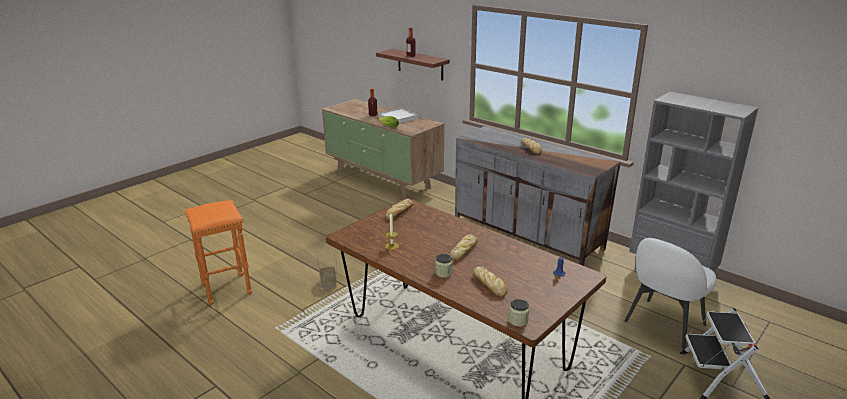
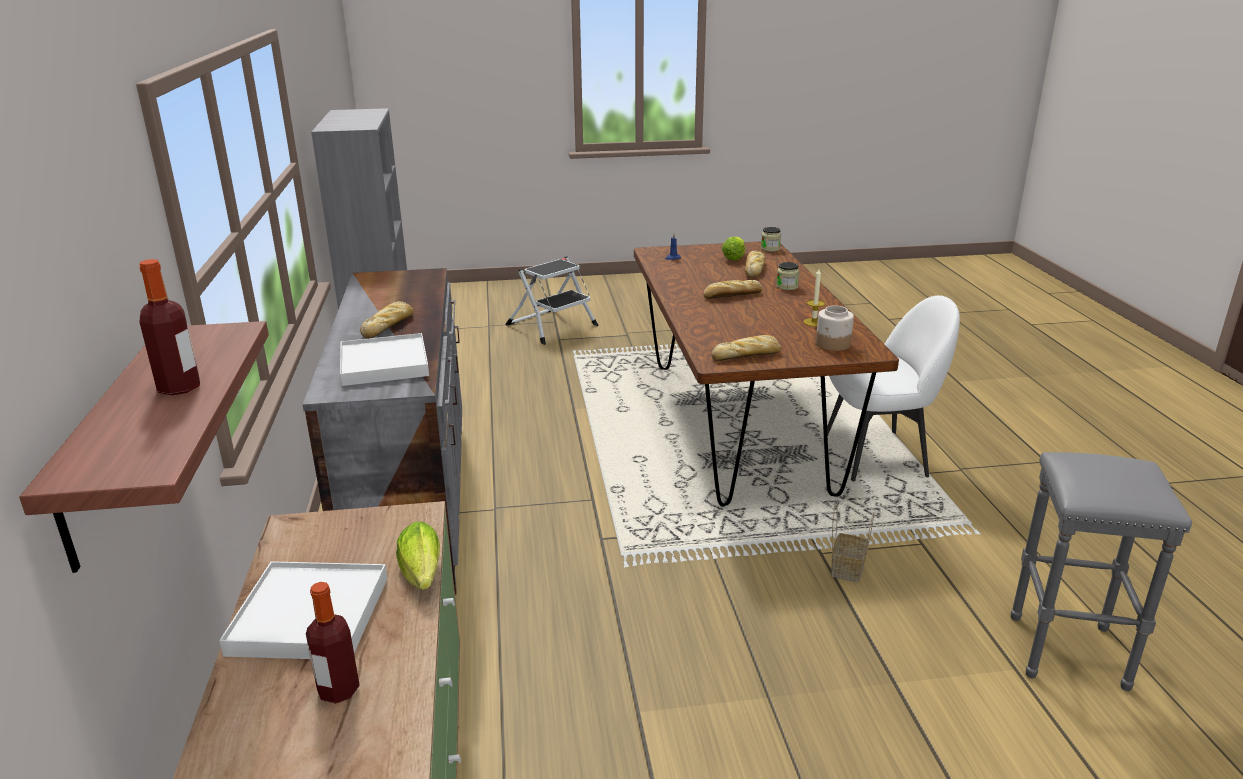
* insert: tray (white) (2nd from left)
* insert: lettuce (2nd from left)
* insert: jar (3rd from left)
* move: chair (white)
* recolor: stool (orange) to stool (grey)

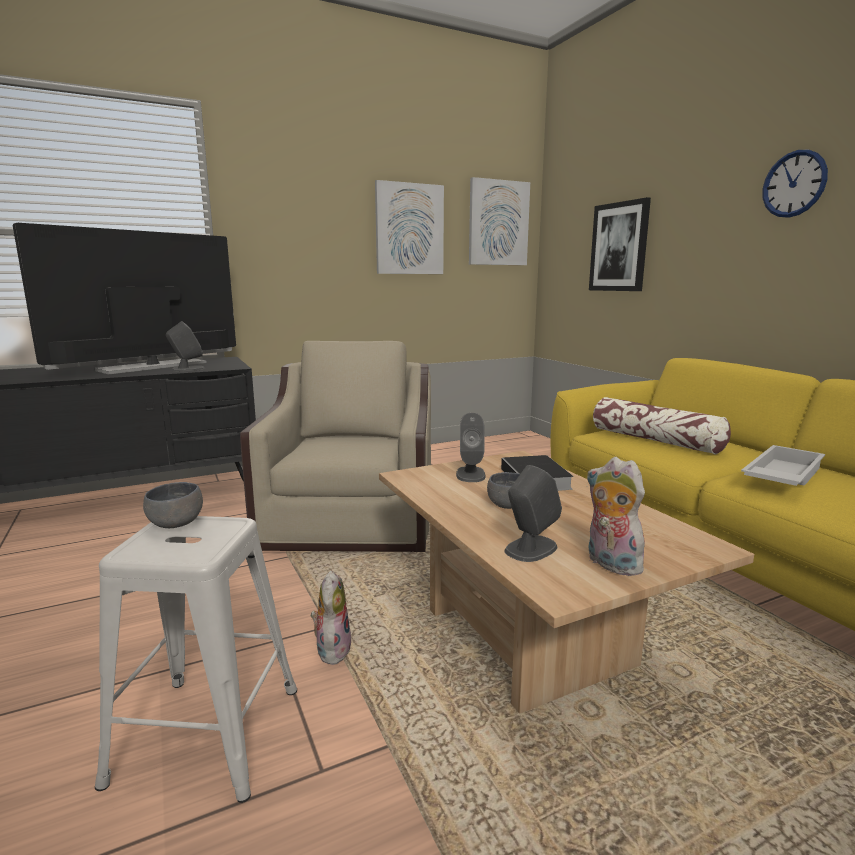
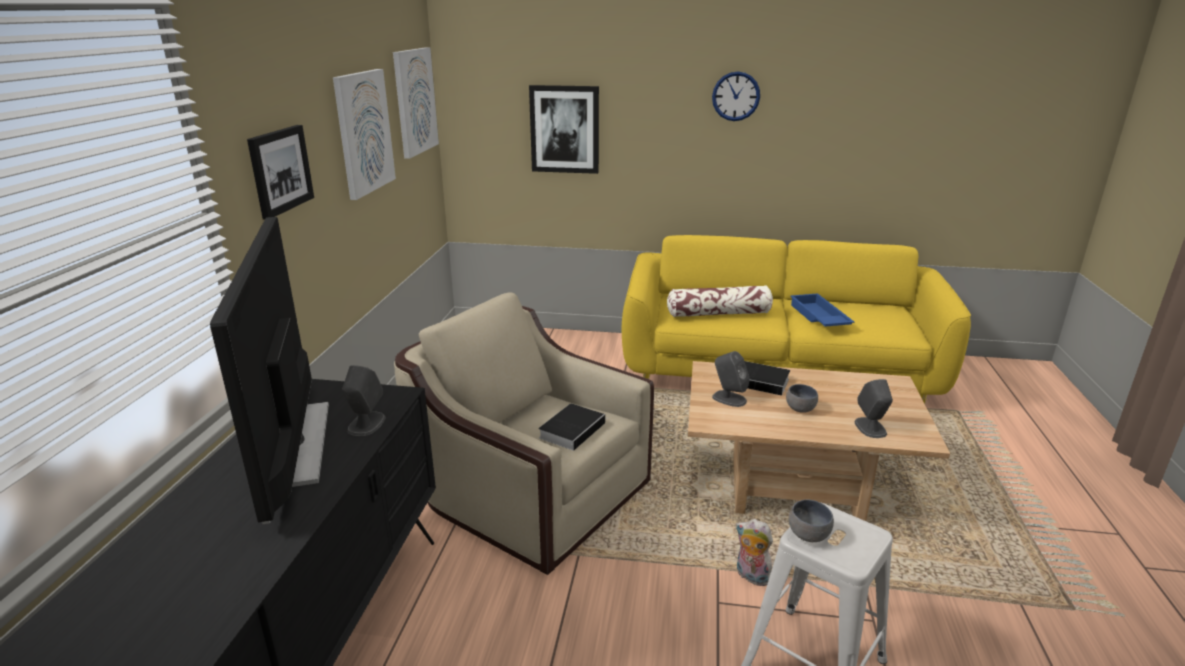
* delete: plush toy (2nd from left)
* insert: picture (1st from left)
* insert: book (1st from left)
* recolor: tray (white) to tray (blue)

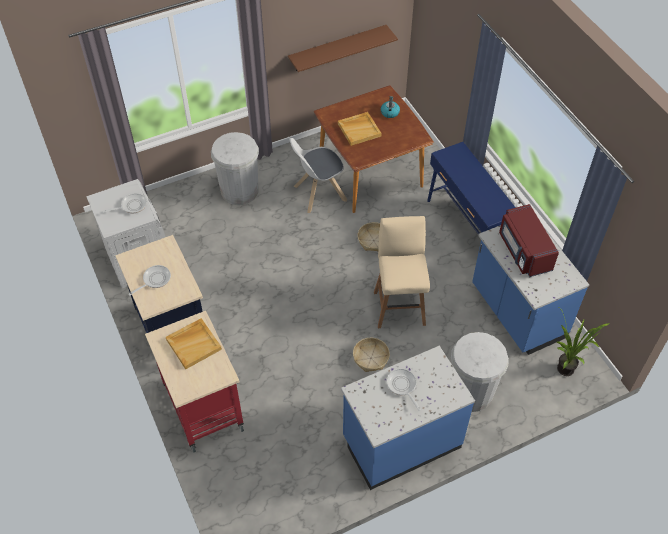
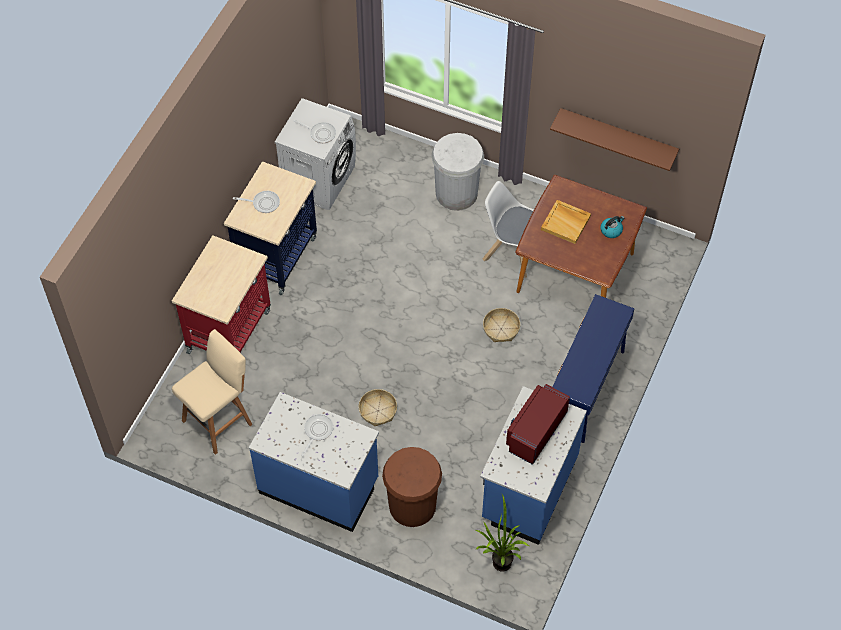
* delete: tray (beige) (1st from left)
* move: stool (beige)
* recolor: trash can (white) (2nd from left) to trash can (brown)

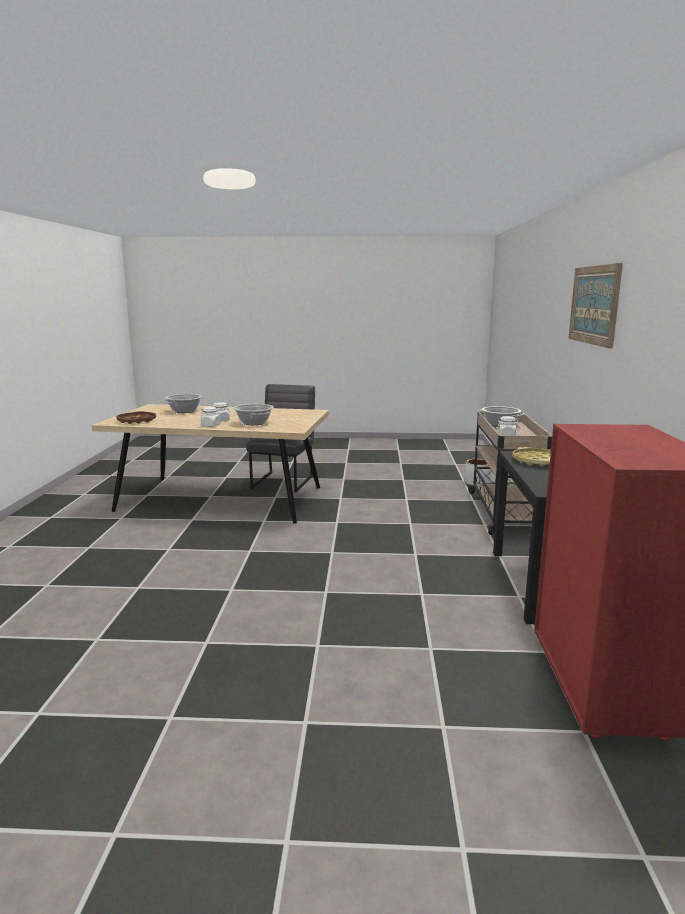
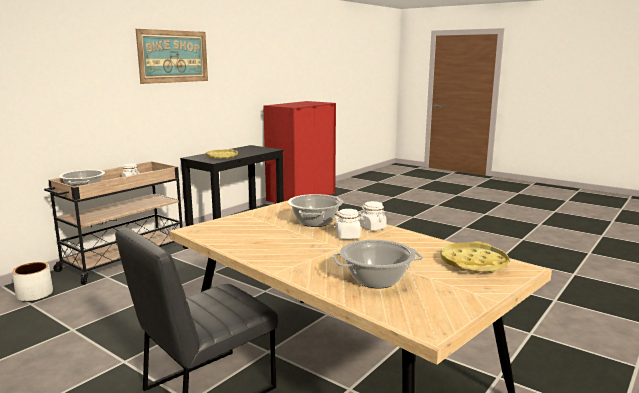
* recolor: tray (brown) to tray (yellow) (2nd from left)

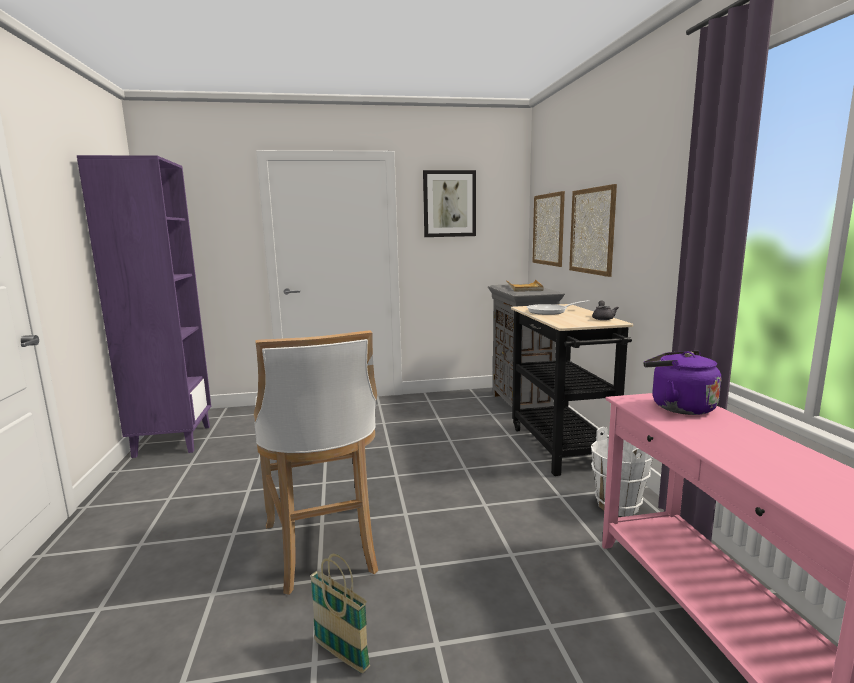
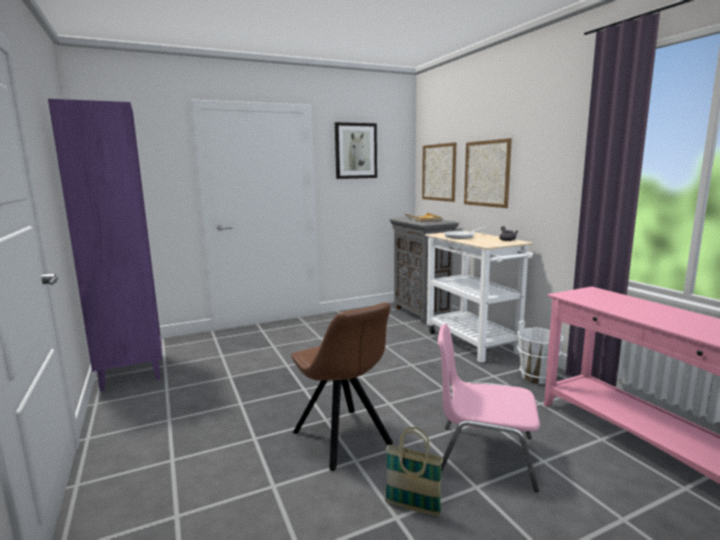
* delete: kettle (purple)
* insert: chair (pink)
* replace: stool (white) to chair (brown)
* recolor: cart (black) to cart (white)

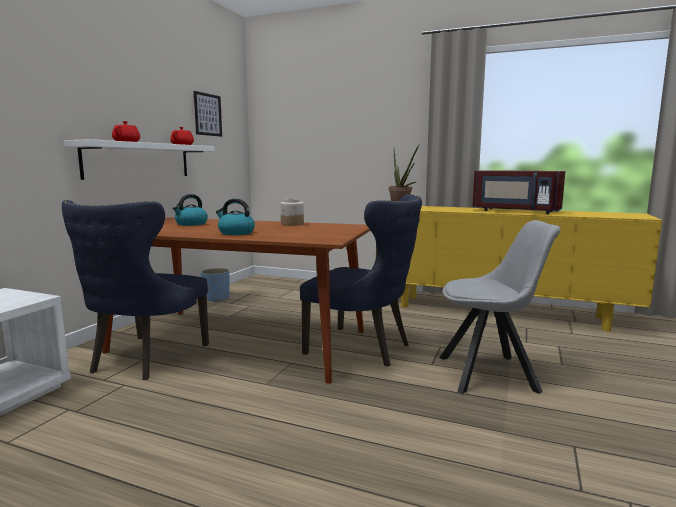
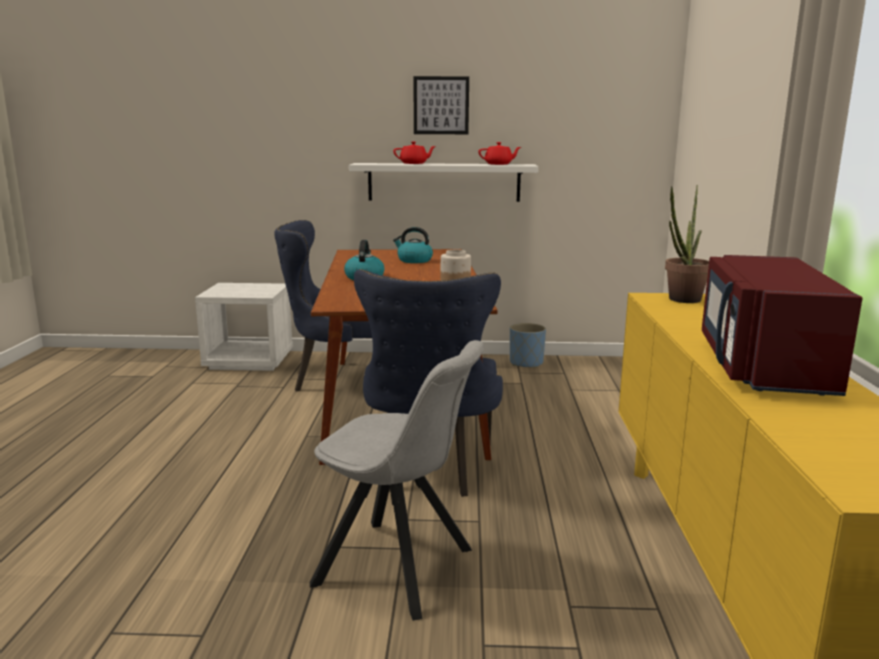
* move: picture
* rotate: chair (grey) 45 degrees counterclockwise

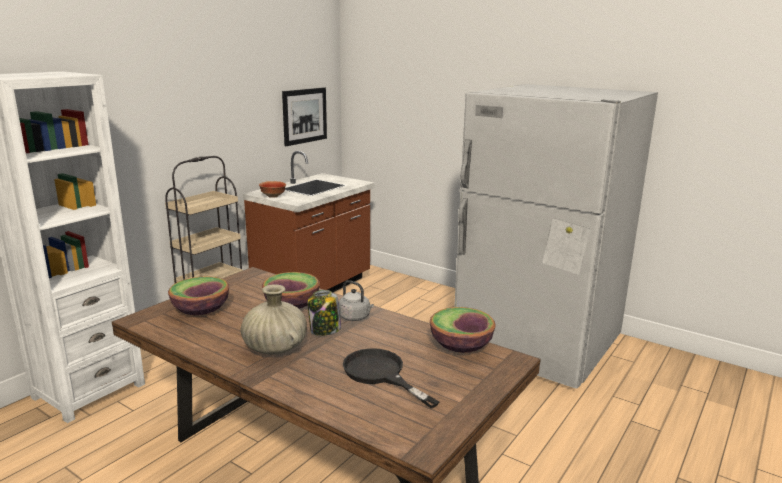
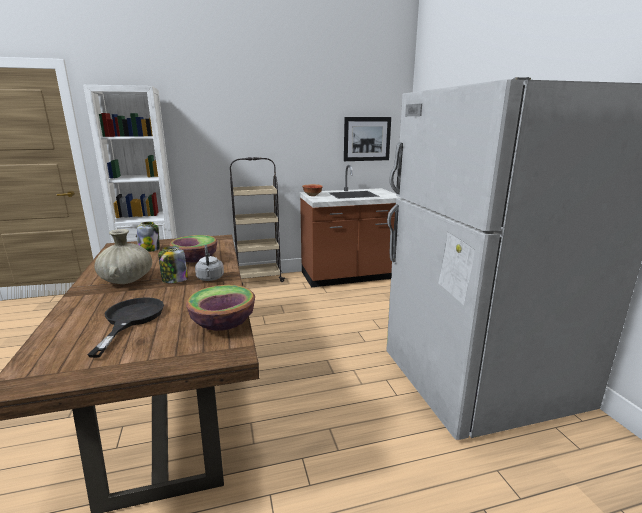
* replace: bowl (1st from left) to jar (1st from left)

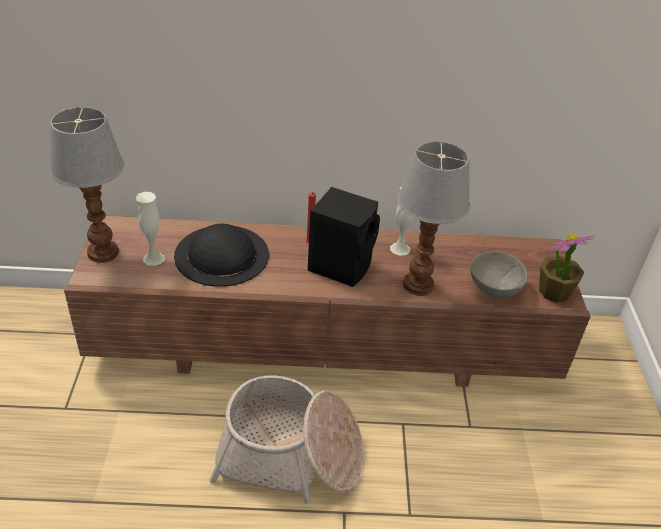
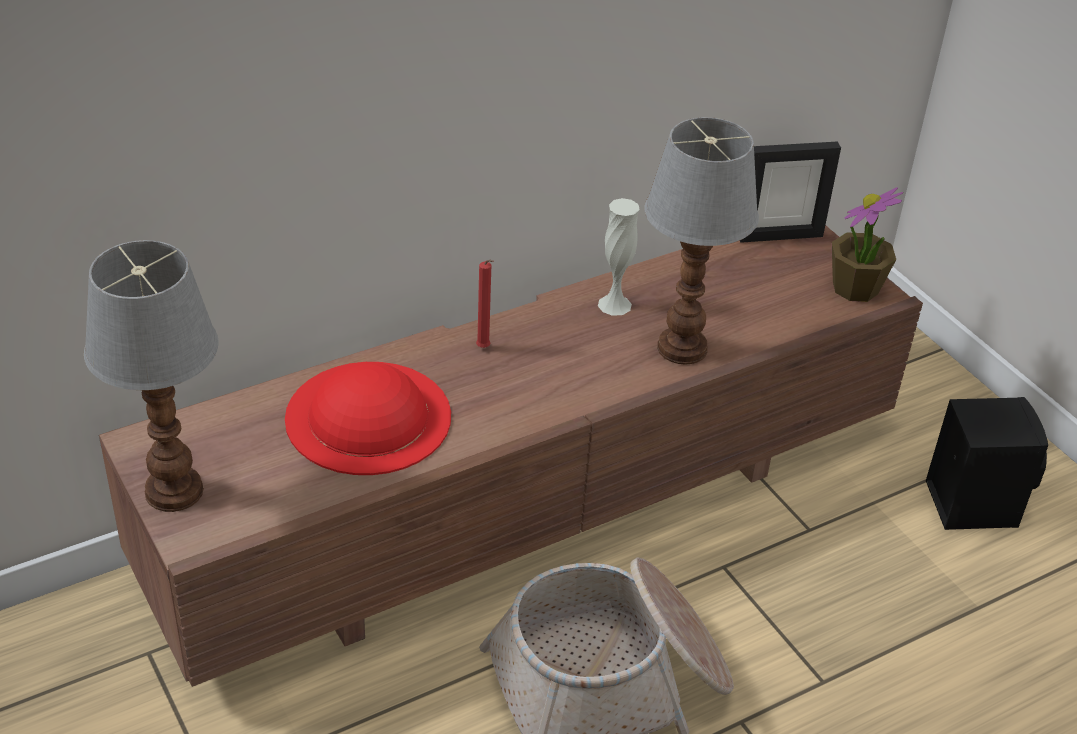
* delete: vase (white) (1st from left)
* delete: bowl (grey)
* insert: picture frame
* move: speaker (black)
* recolor: hat (black) to hat (red)

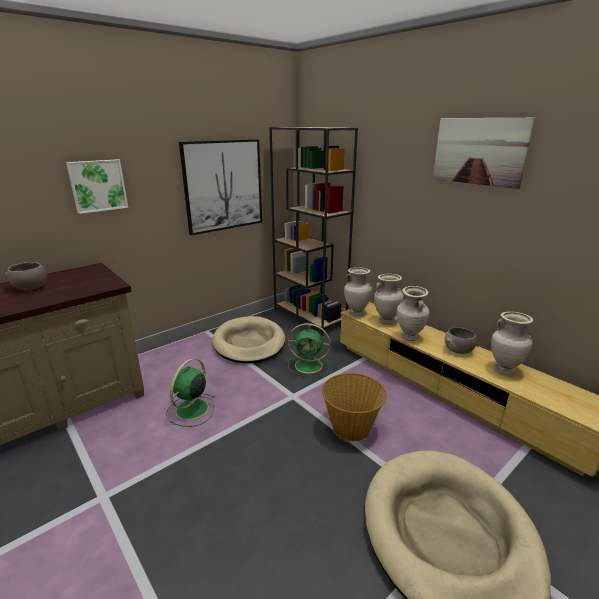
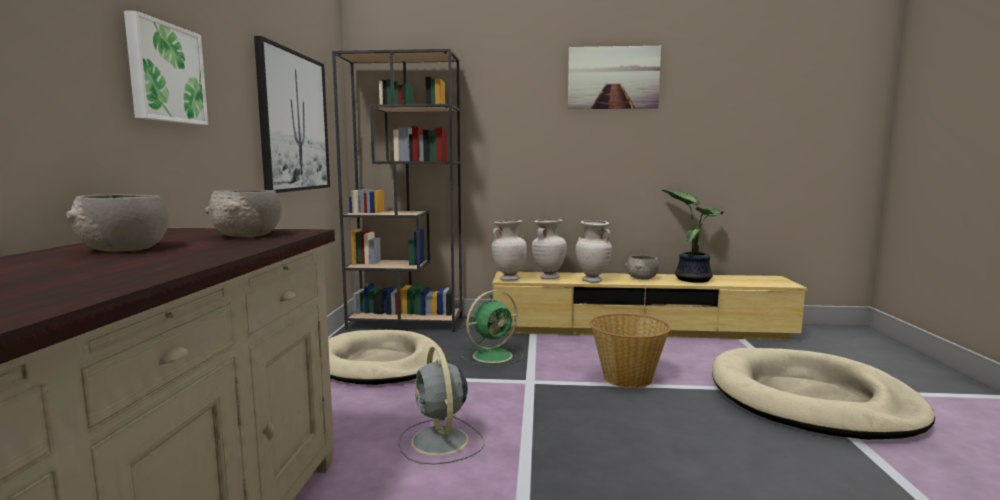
* insert: bowl (grey) (2nd from left)
* replace: vase (beige) (4th from left) to potted plant
* recolor: fan (green) (1st from left) to fan (grey)

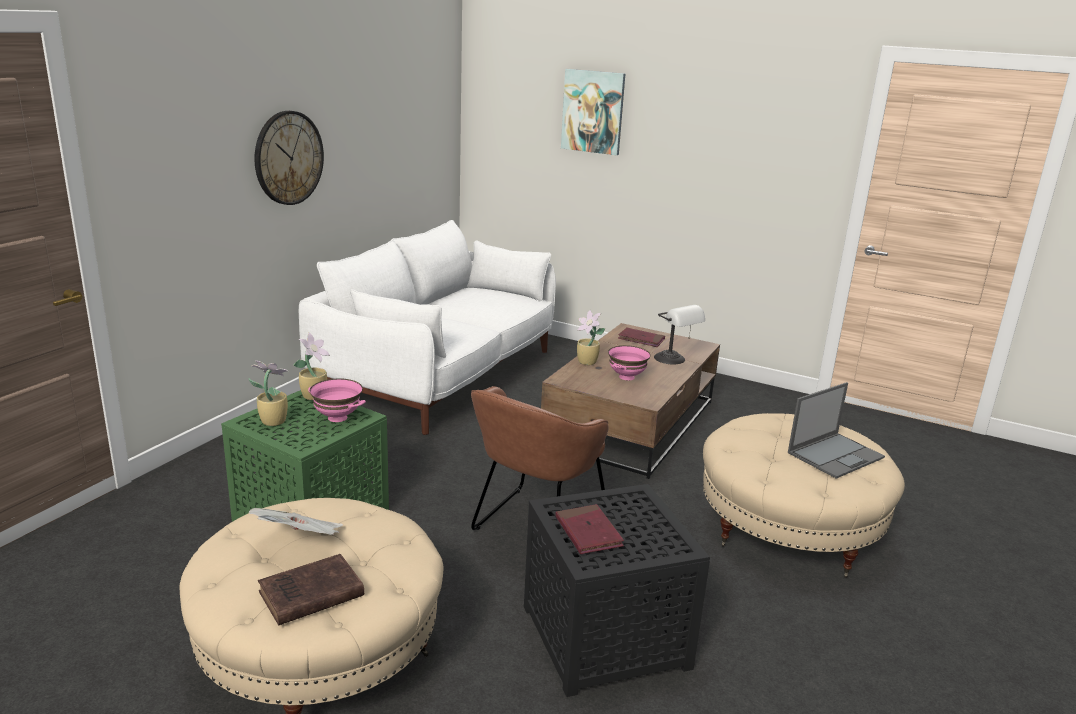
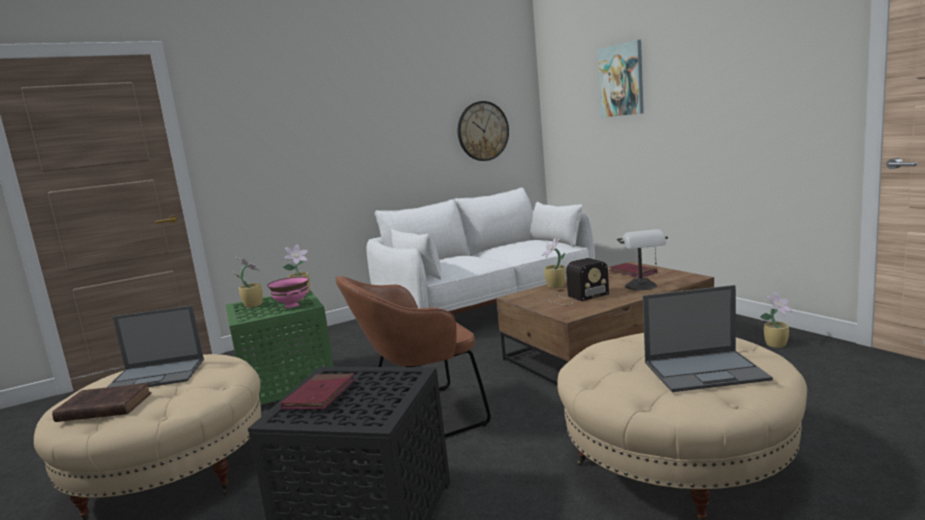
* insert: potted plant (4th from left)
* move: wall clock
* replace: newspaper to laptop (1st from left)
* replace: bowl (pink) (2nd from left) to radio

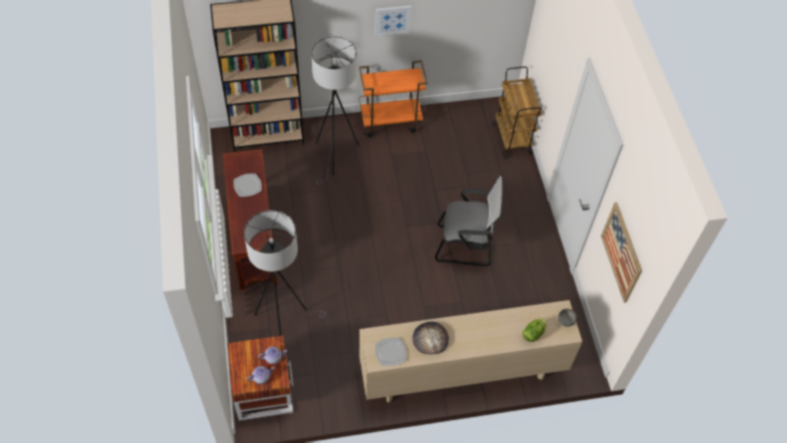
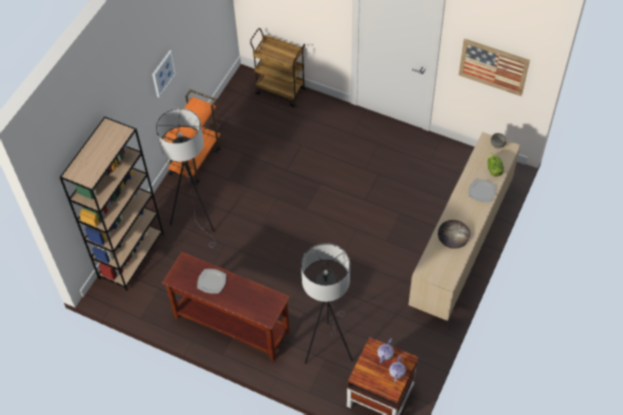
* delete: chair
* move: plate (2nd from left)

